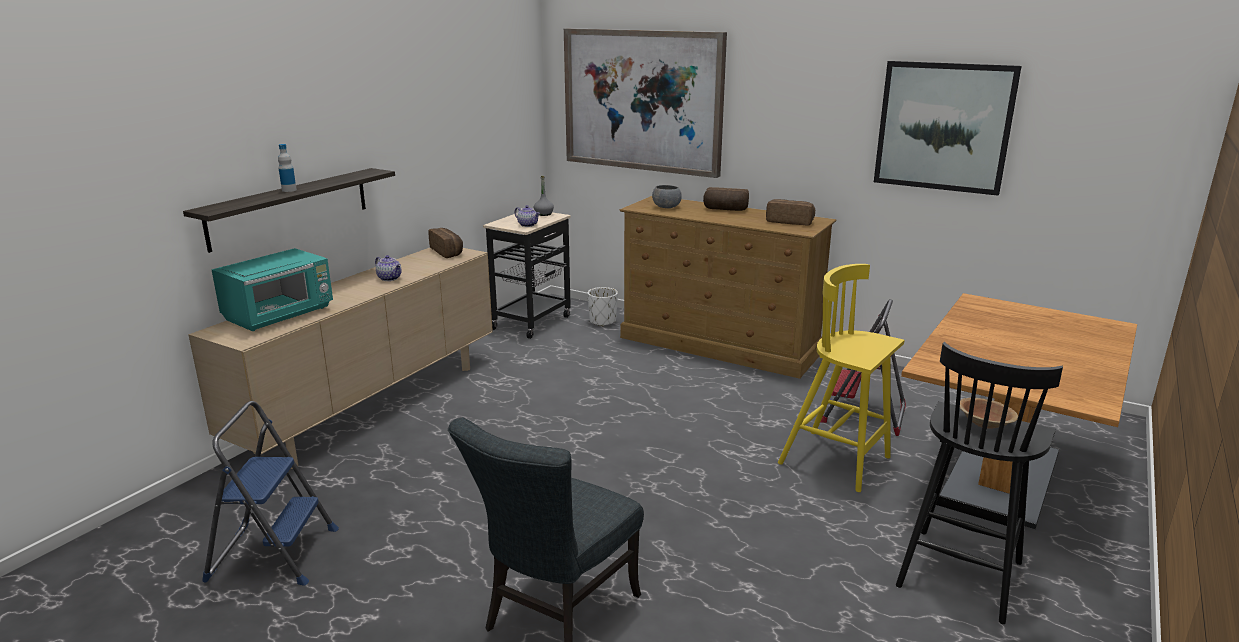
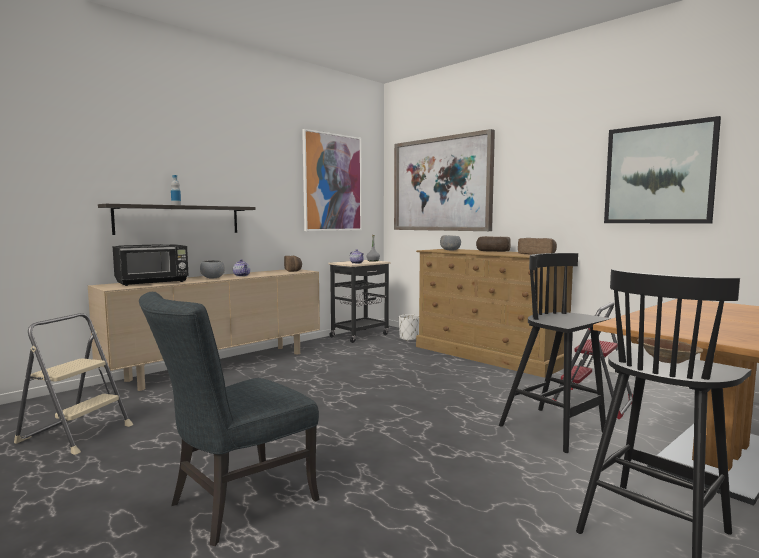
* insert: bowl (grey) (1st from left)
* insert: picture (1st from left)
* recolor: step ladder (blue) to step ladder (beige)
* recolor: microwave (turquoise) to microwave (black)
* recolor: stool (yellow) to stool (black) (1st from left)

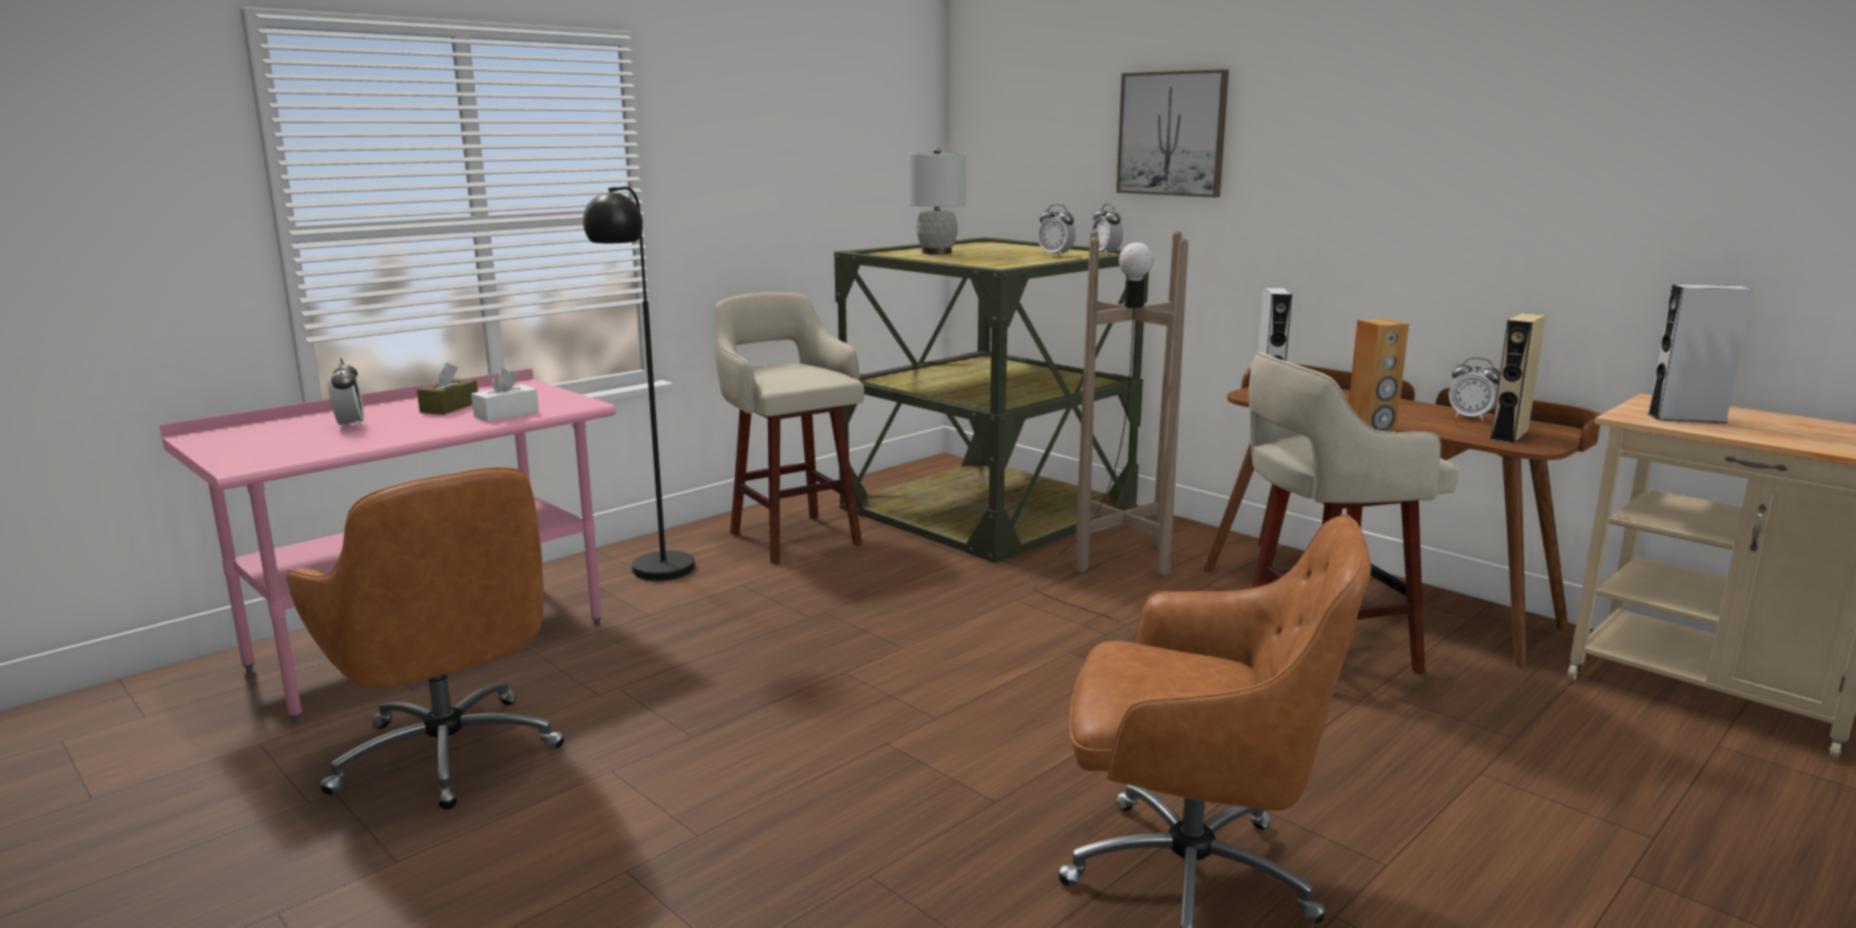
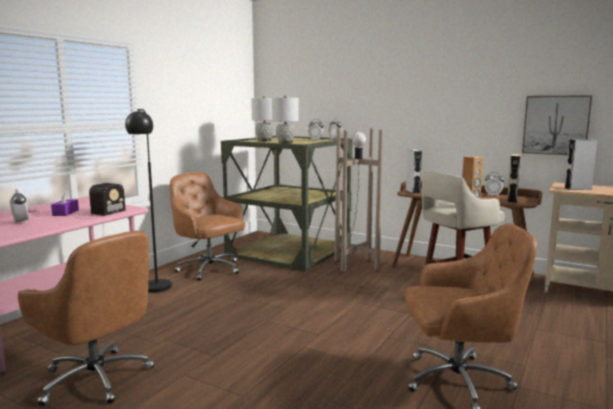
* insert: table lamp (white) (2nd from left)
* move: picture
* replace: tissue box (white) to radio
* replace: stool (beige) (1st from left) to office chair (brown) (2nd from left)
* recolor: tissue box (brown) to tissue box (purple)

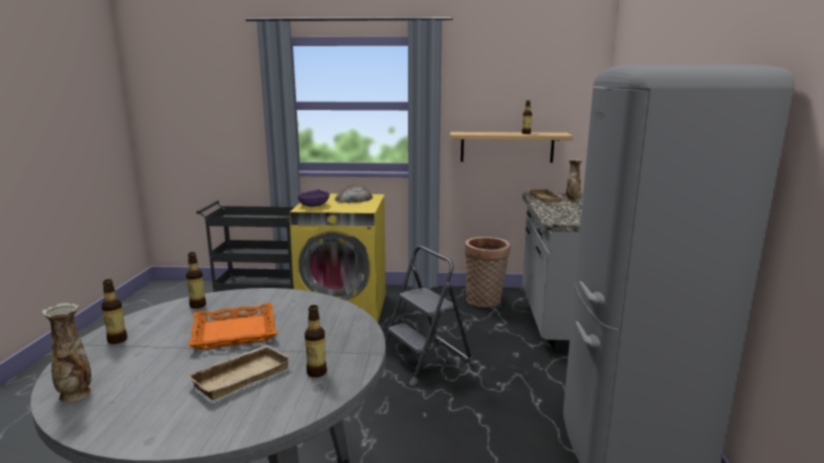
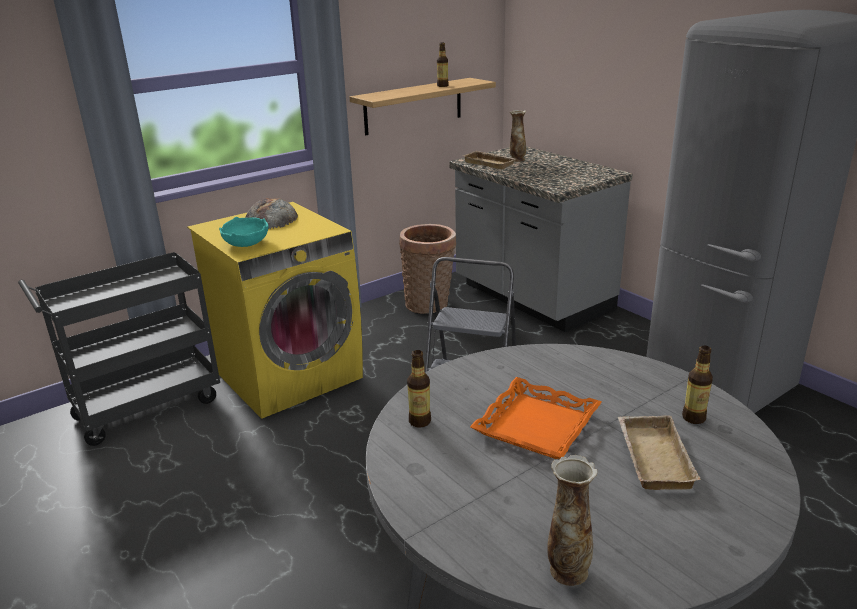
* delete: bottle (1st from left)
* recolor: bowl (purple) to bowl (turquoise)

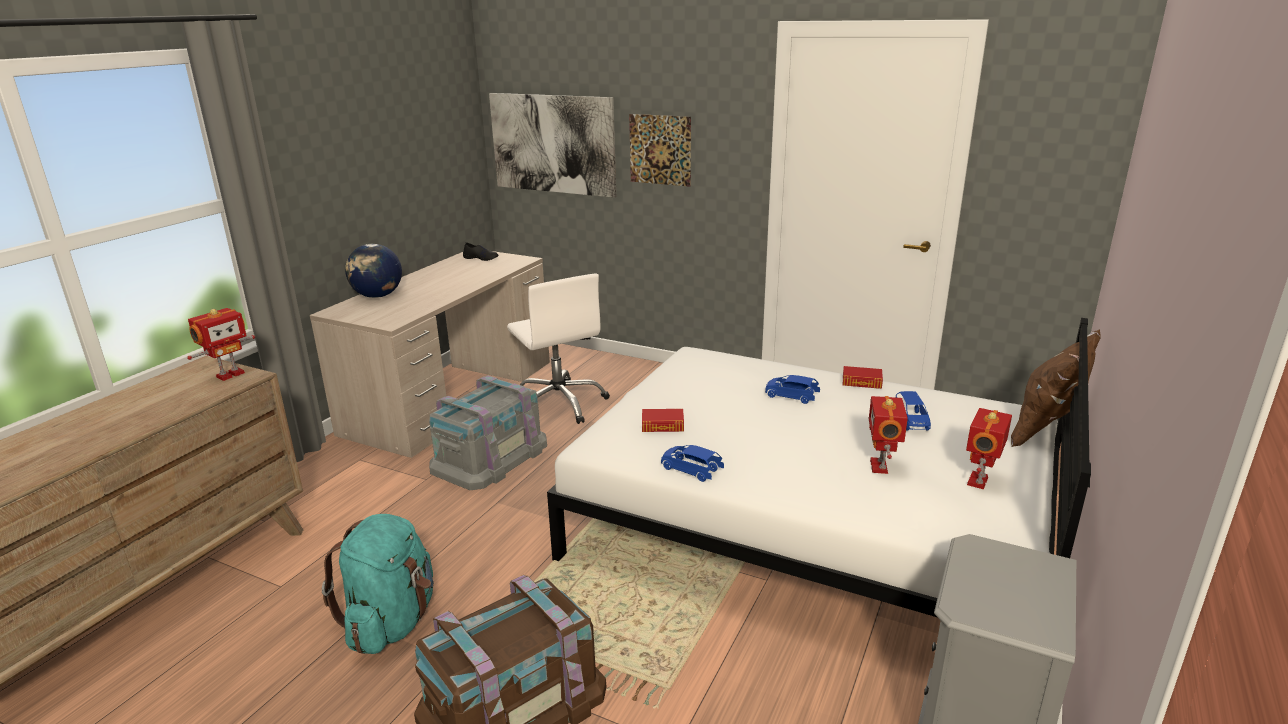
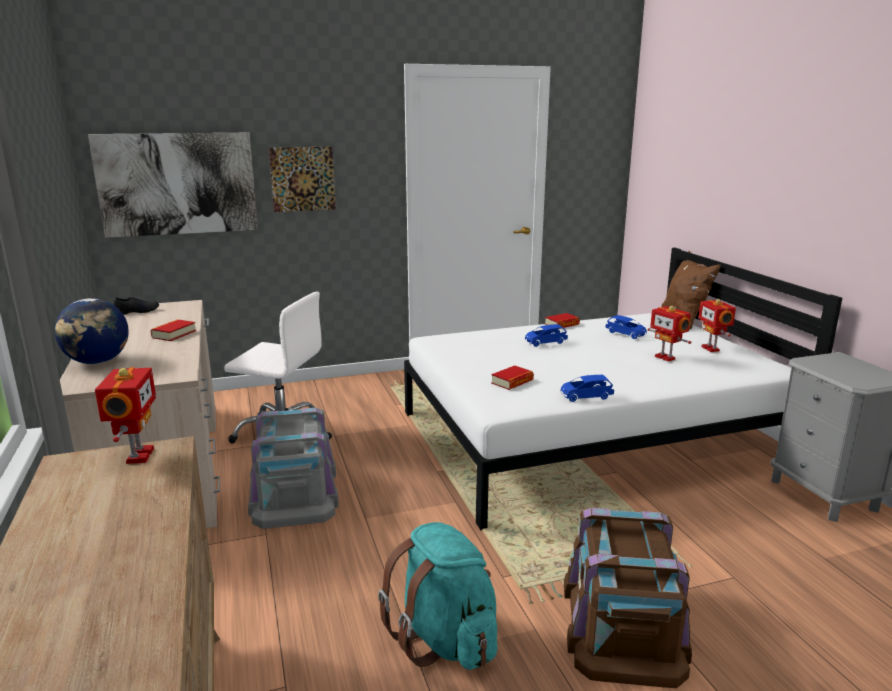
* insert: book (1st from left)

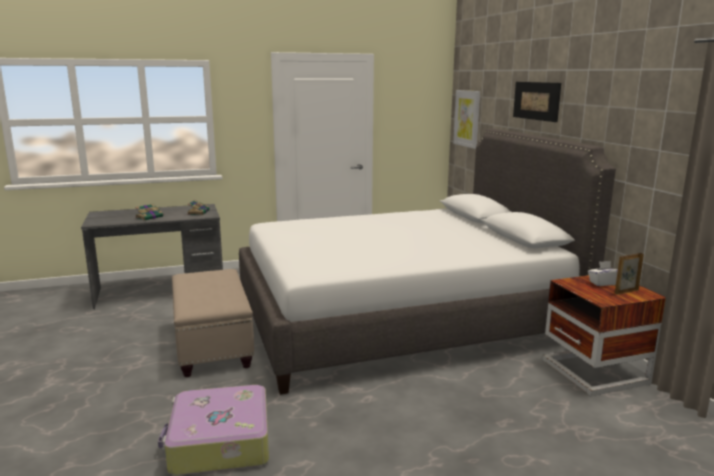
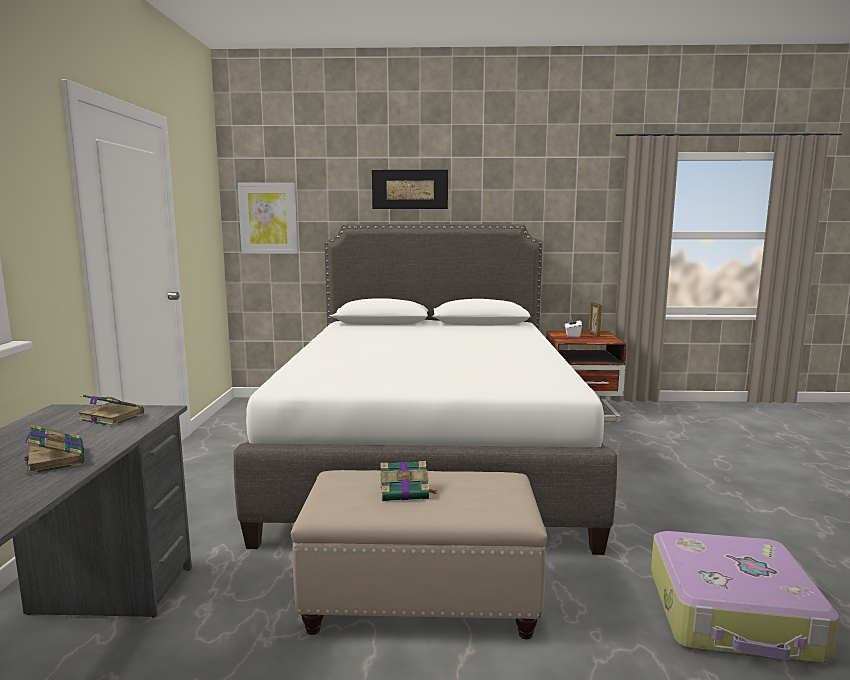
* insert: book (3rd from left)

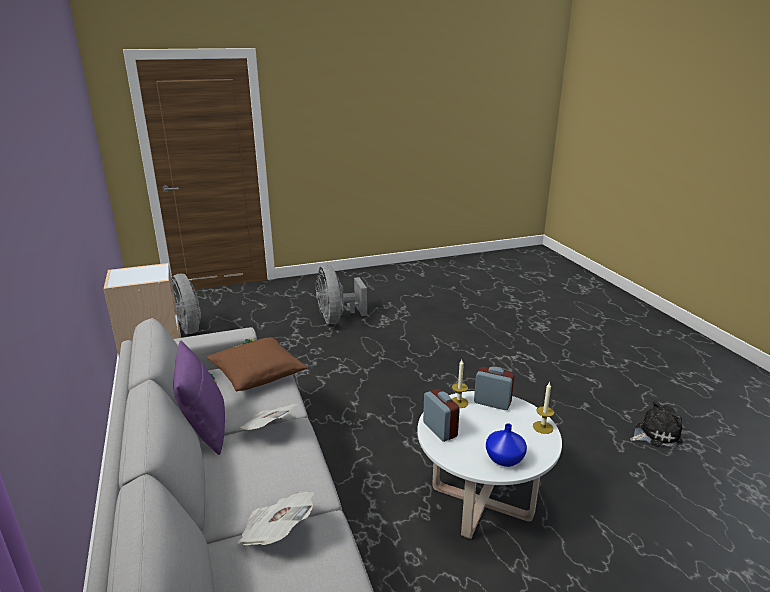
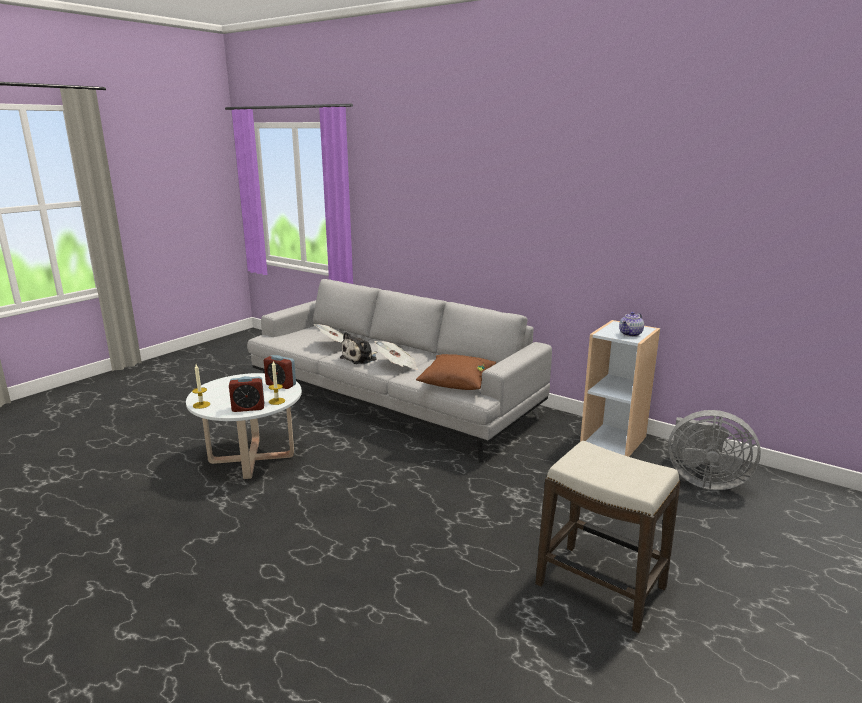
* delete: pillow (purple)
* delete: vase (blue)
* insert: teapot
* move: plush toy
* replace: fan (grey) (2nd from left) to stool

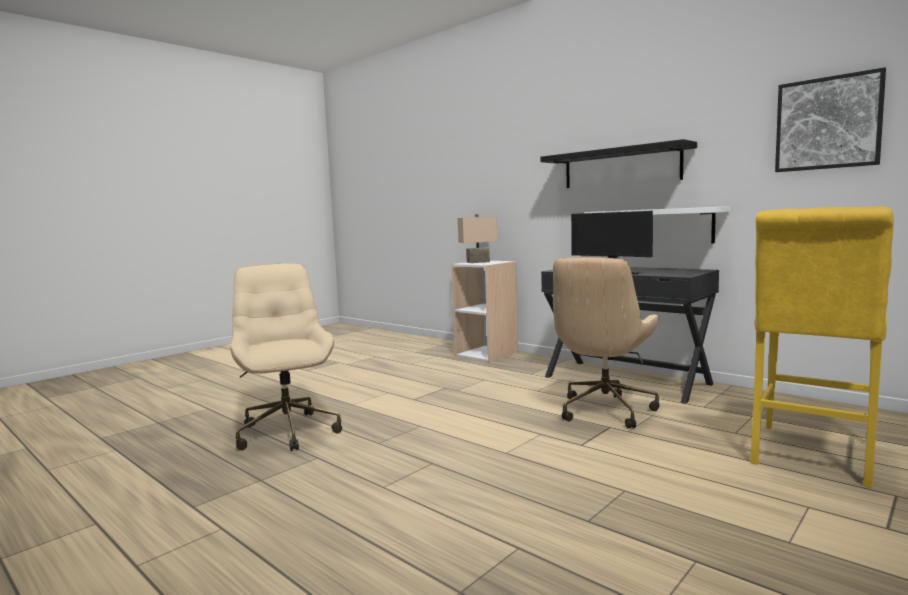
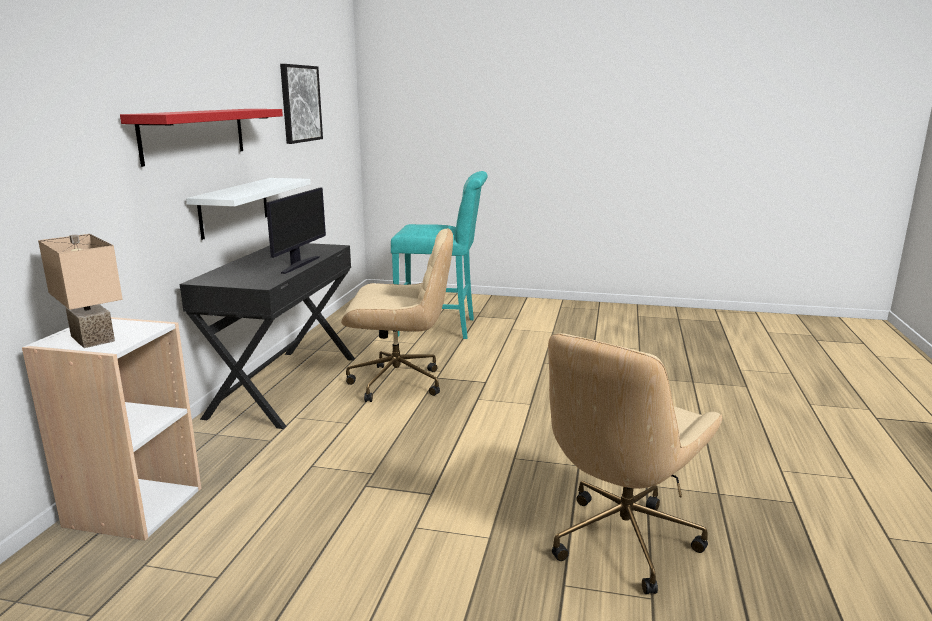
* recolor: shelf (black) to shelf (red)
* recolor: stool (yellow) to stool (turquoise)

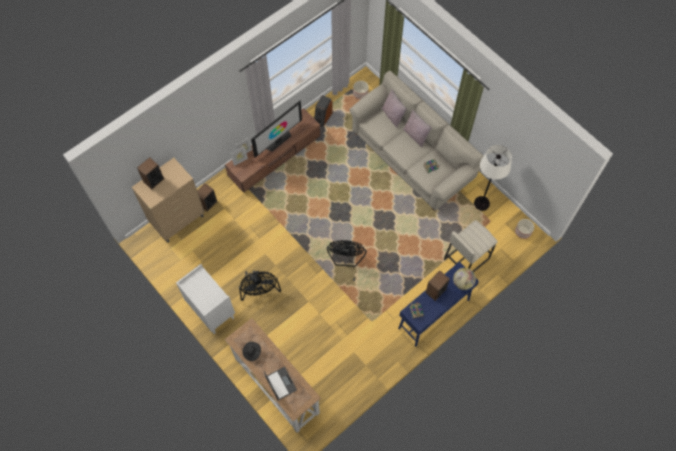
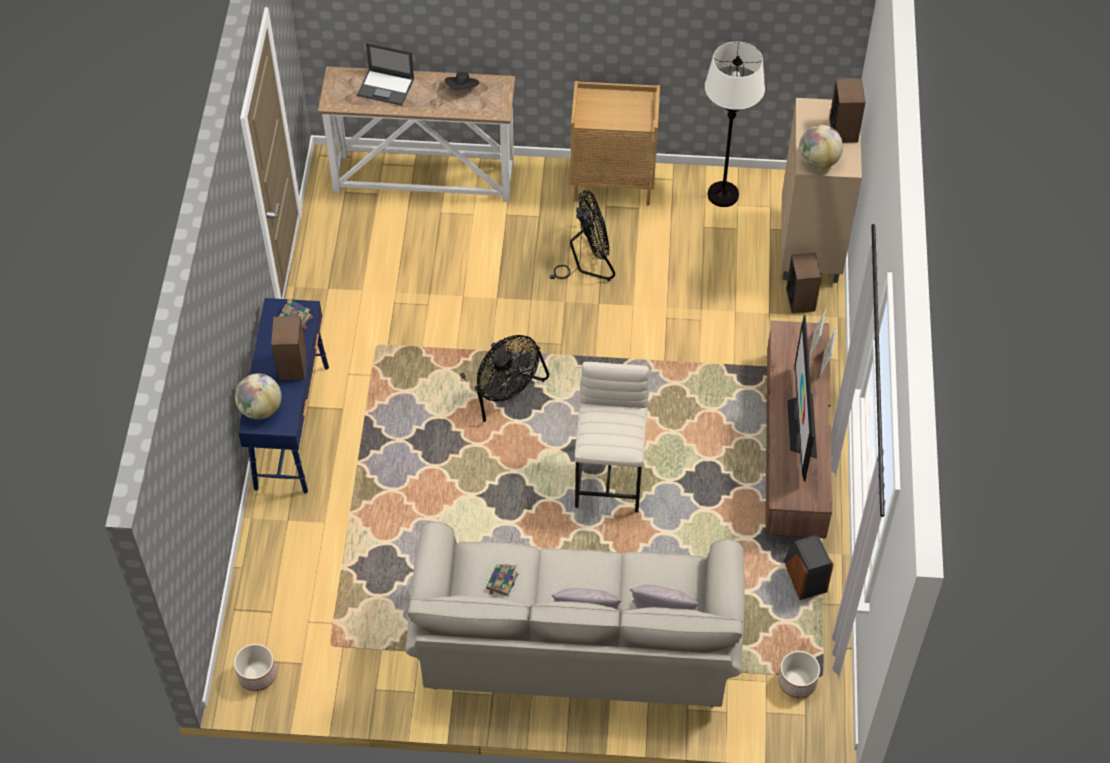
* insert: globe (2nd from left)
* move: stool (beige)
* move: floor lamp (white)
* recolor: cabinet (white) to cabinet (brown)
* rotate: fan (black) (1st from left in the first image) 135 degrees clockwise

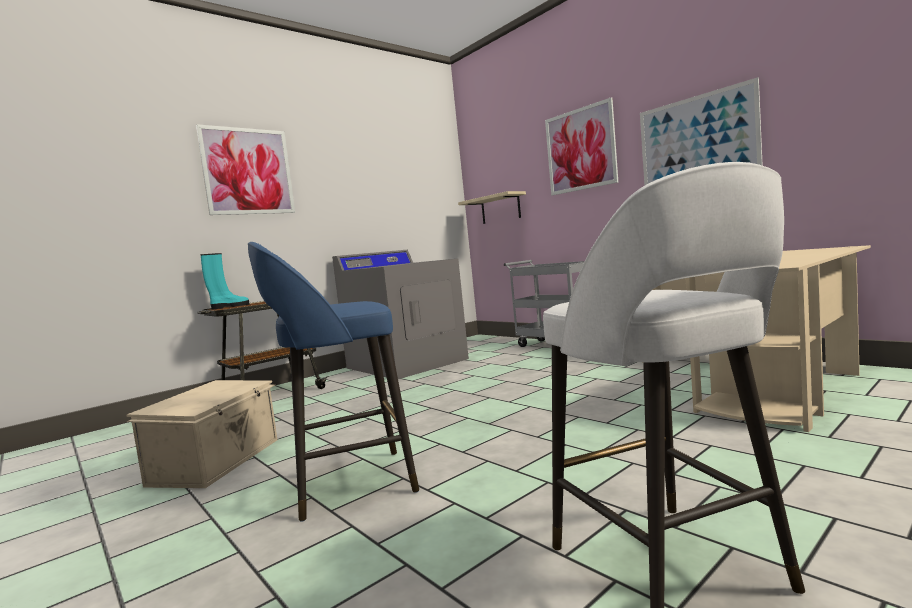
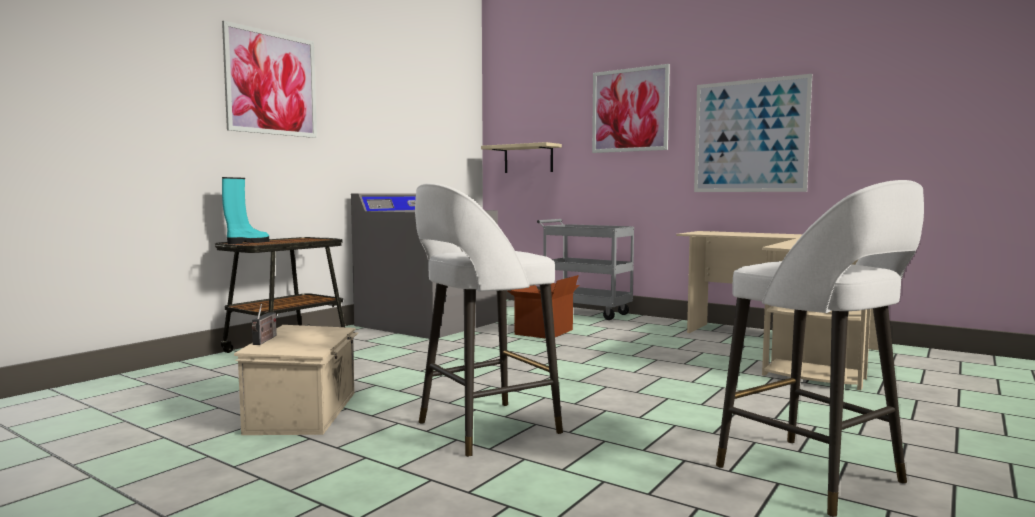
* insert: radio
* insert: cardboard box
* recolor: stool (blue) to stool (white) (1st from left)

